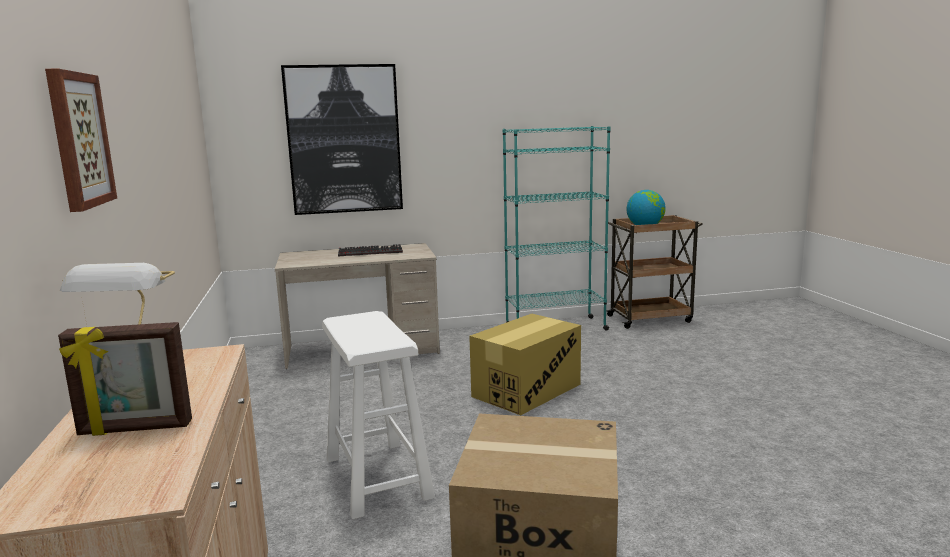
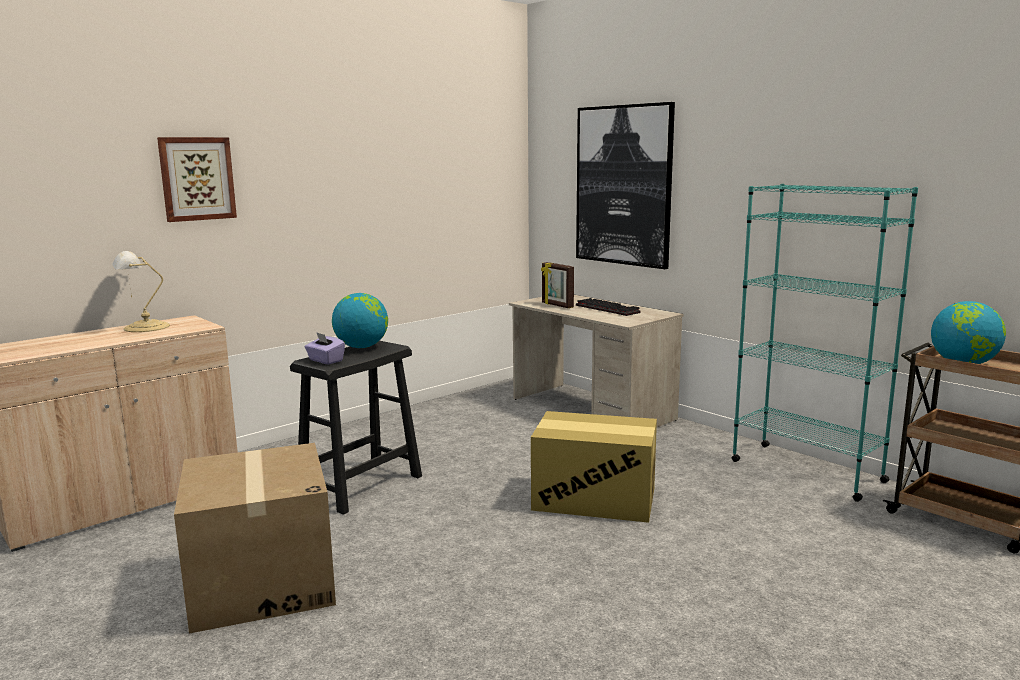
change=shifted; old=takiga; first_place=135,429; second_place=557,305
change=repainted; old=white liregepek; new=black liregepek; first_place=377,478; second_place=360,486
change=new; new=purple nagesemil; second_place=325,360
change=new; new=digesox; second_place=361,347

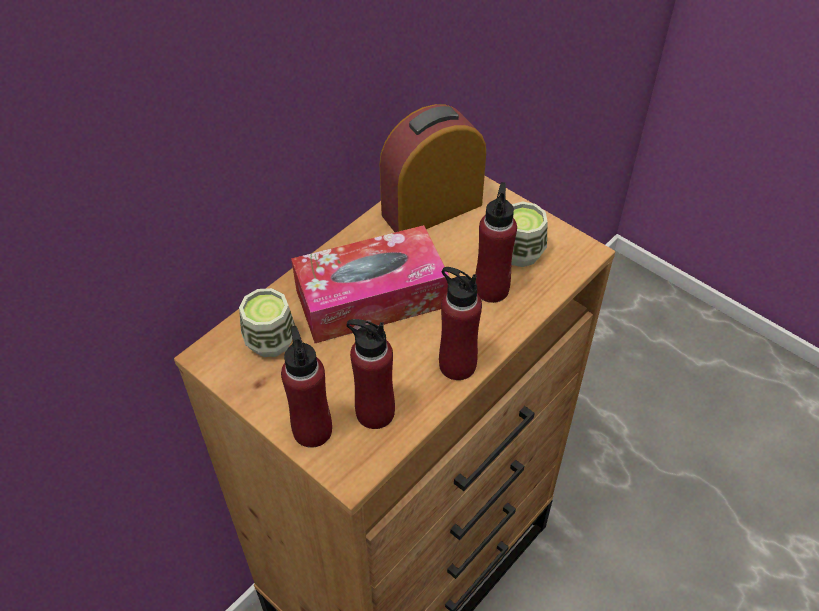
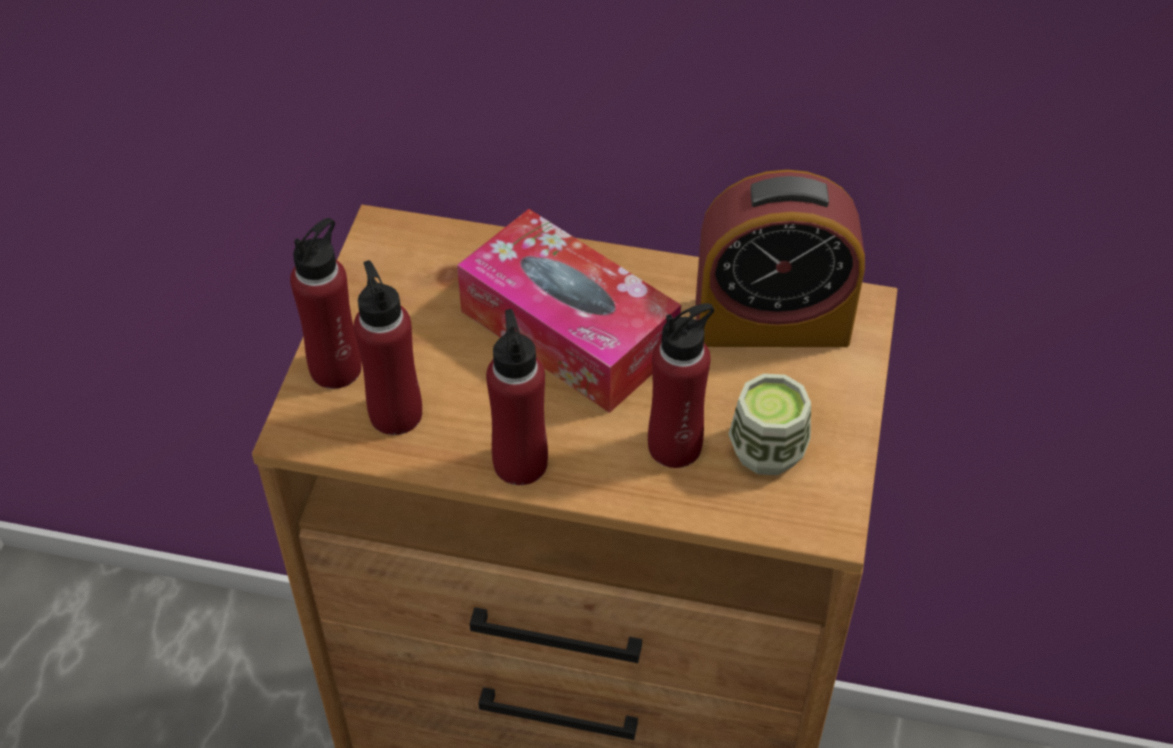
change=gone; old=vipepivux; first_place=270,341
change=rotated; old=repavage; first_place=432,209; second_place=771,322; degrees=150

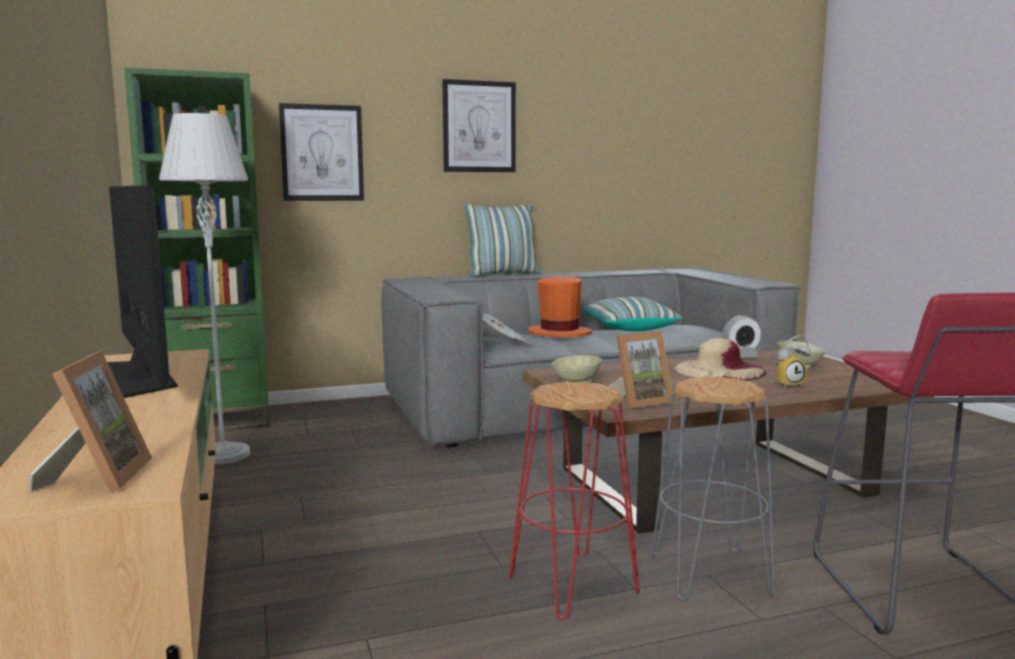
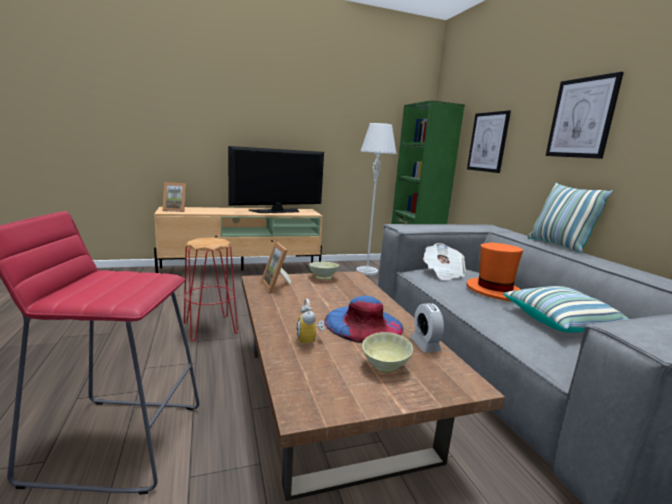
change=gone; old=grey liregepek; first_place=709,574
change=repainted; old=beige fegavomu; new=blue fegavomu; first_place=719,370; second_place=363,324

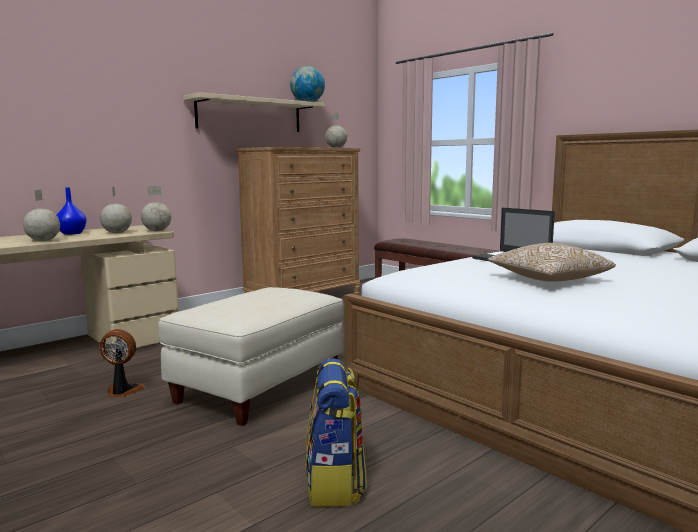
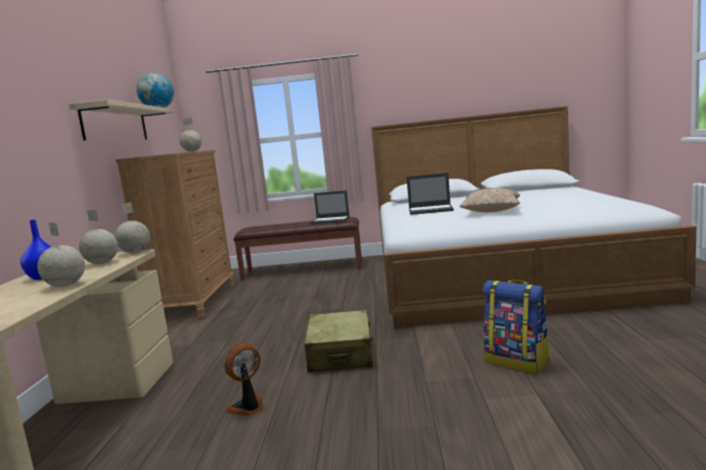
change=swapped; old=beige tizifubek; new=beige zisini; first_place=258,387; second_place=341,354
change=new; new=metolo; second_place=330,220

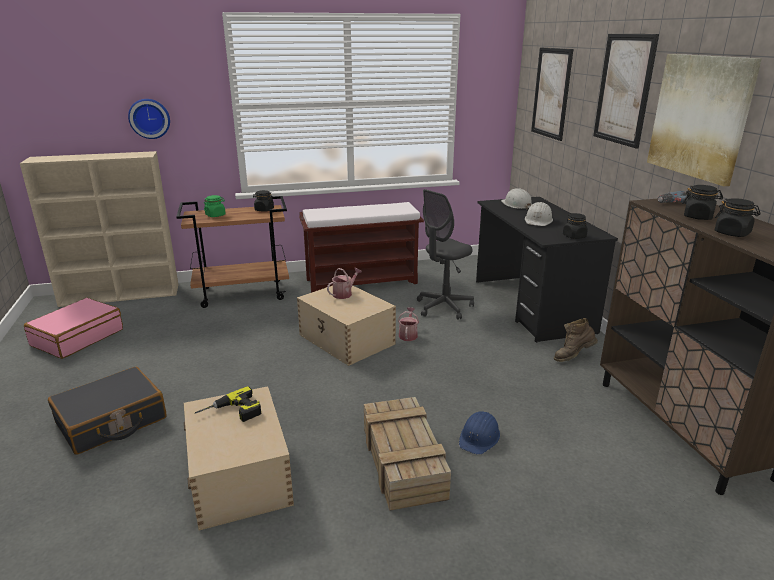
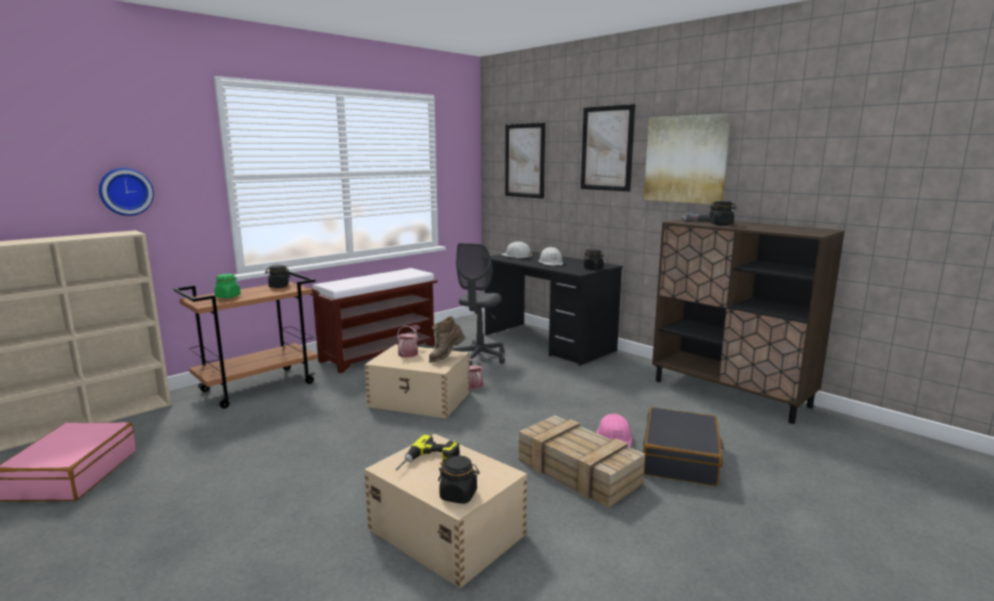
change=shifted; old=black zisini; first_place=111,421; second_place=680,459
change=repainted; old=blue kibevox; new=pink kibevox; first_place=479,437; second_place=614,437
change=shifted; old=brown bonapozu; first_place=573,357; second_place=446,357
change=shifted; old=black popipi; first_place=732,233; second_place=458,495

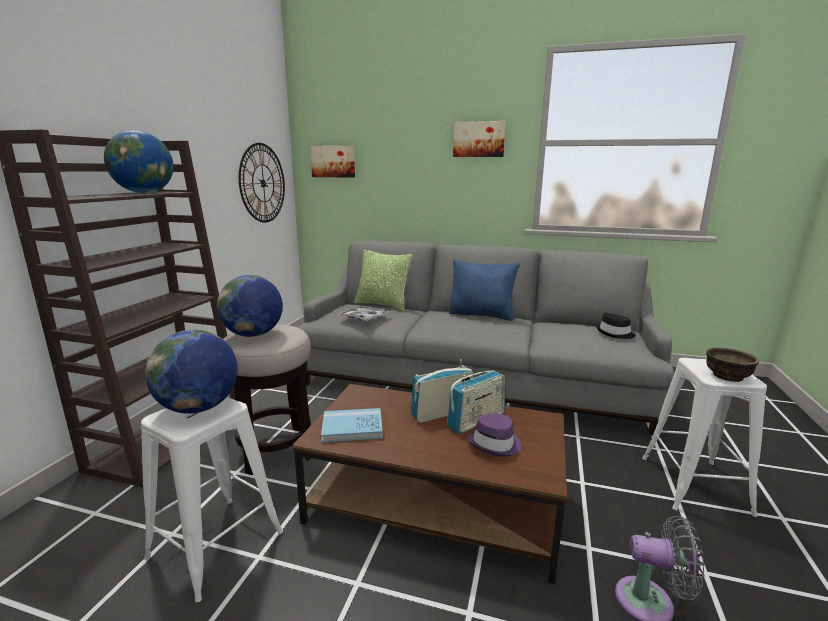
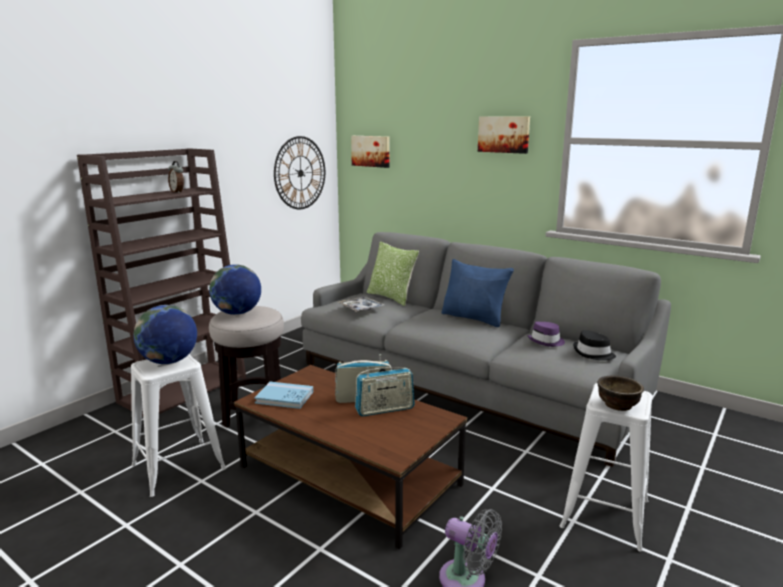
change=swapped; old=digesox; new=repavage; first_place=145,193; second_place=178,192
change=shifted; old=purple fegavomu; first_place=495,444; second_place=546,341

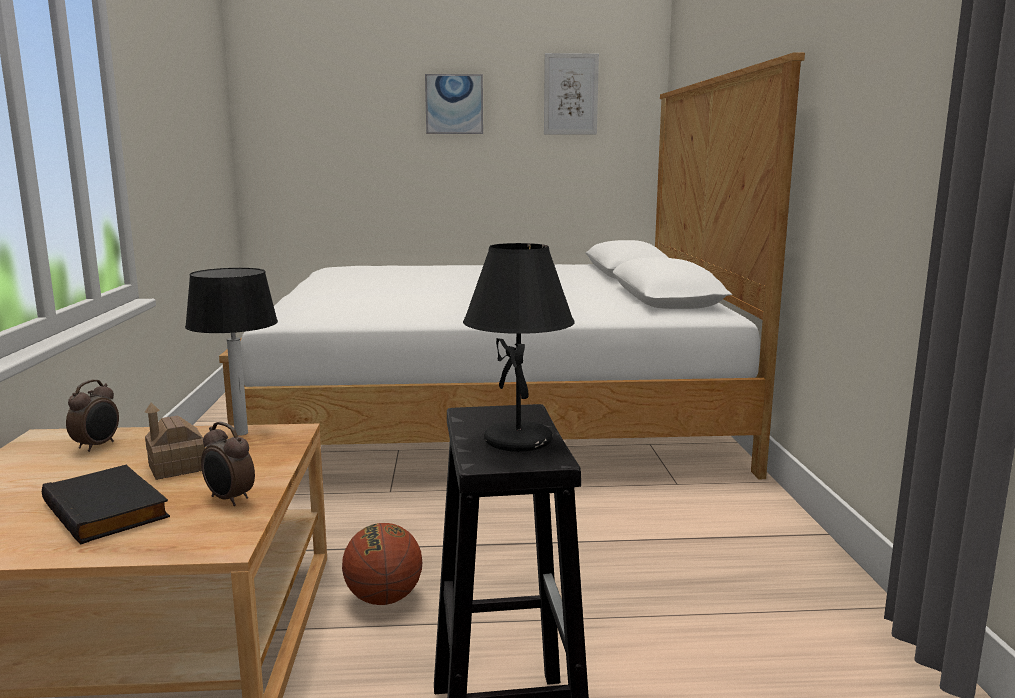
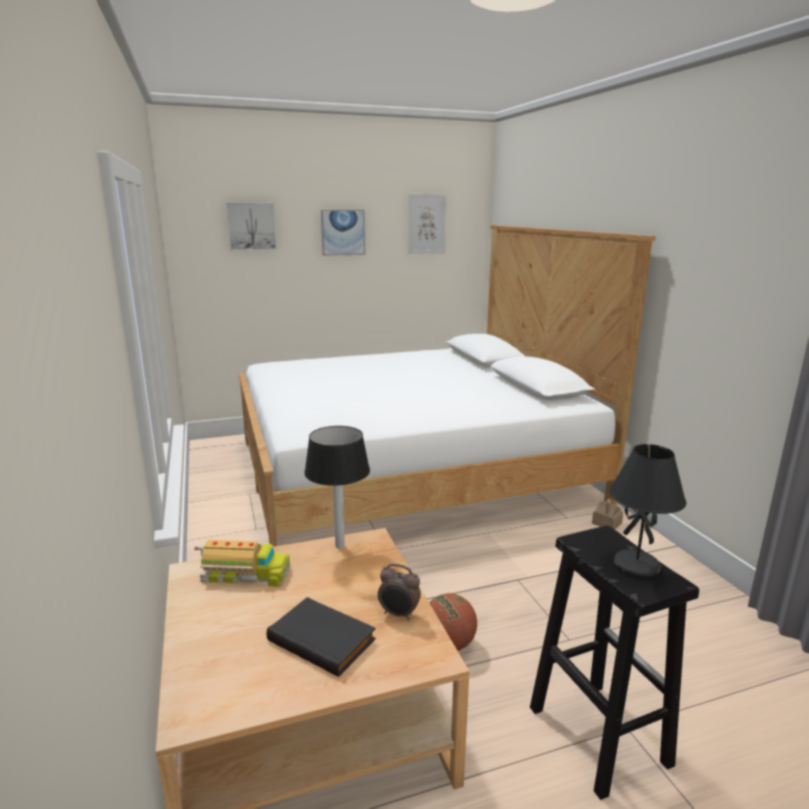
change=swapped; old=repavage; new=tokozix; first_place=97,446; second_place=245,575
change=shifted; old=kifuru; first_place=177,467; second_place=606,523
change=new; new=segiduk; second_place=251,226

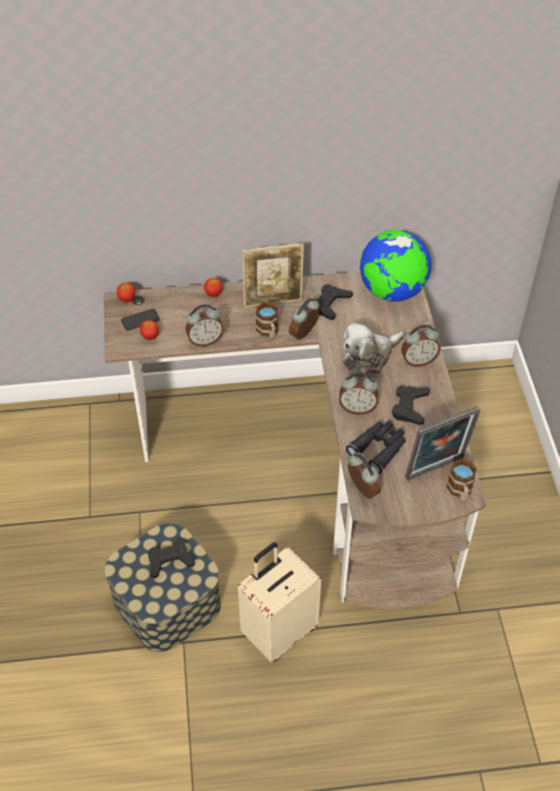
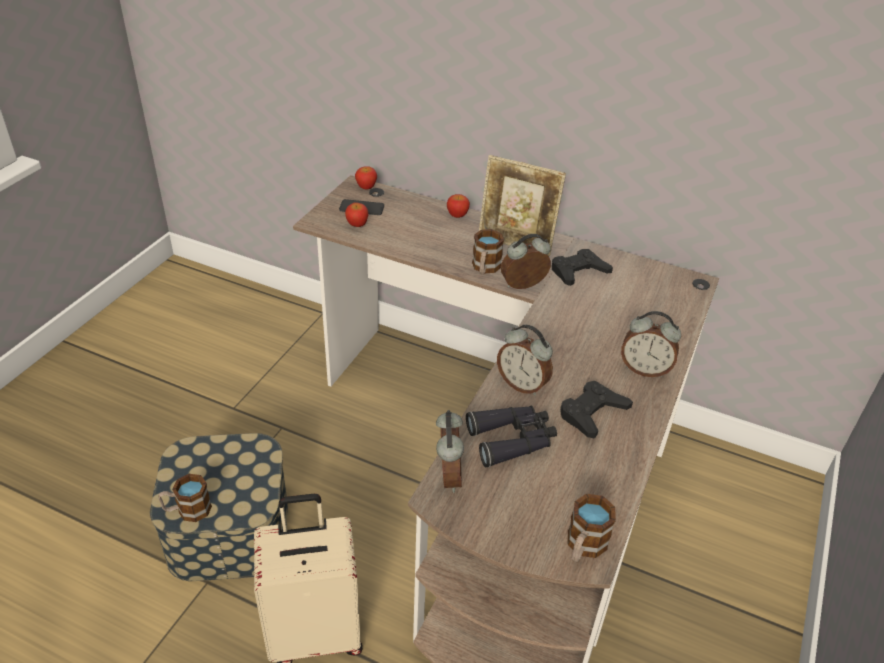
change=gone; old=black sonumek; first_place=169,561
change=gone; old=repavage; first_place=205,341
change=gone; old=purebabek; first_place=369,357
change=gone; old=digesox; first_place=392,291
change=gone; old=takiga; first_place=436,470
change=new; new=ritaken; second_place=187,510

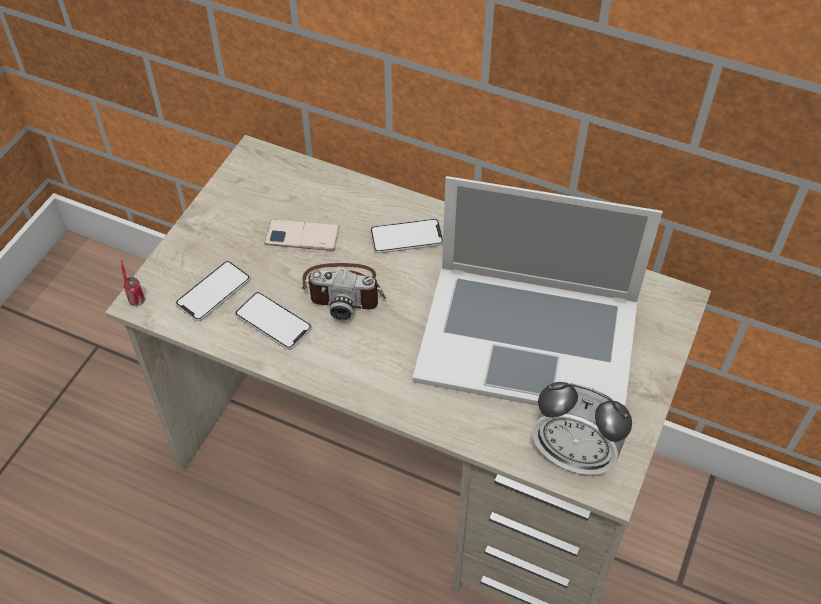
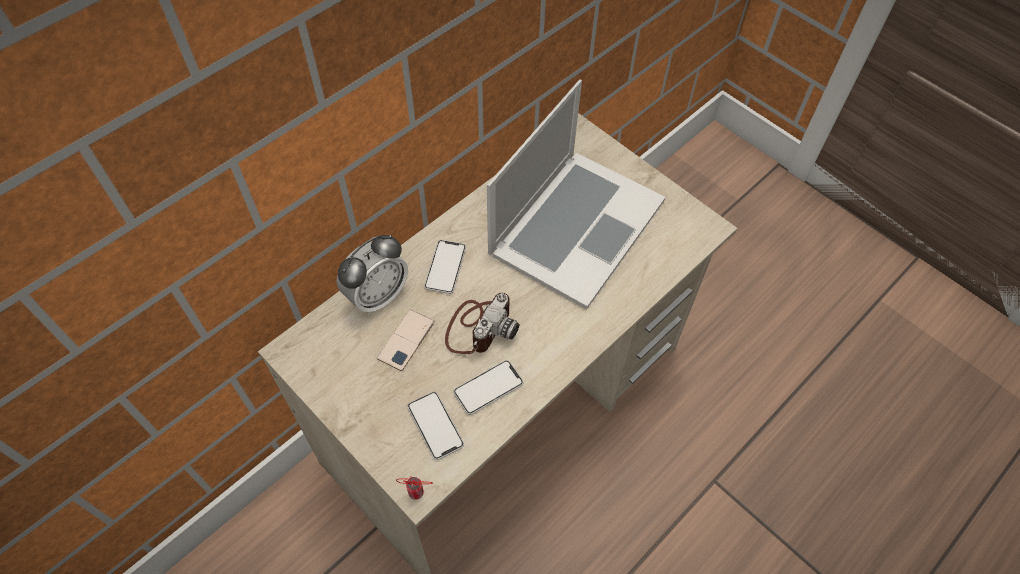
change=shifted; old=repavage; first_place=574,454; second_place=377,296

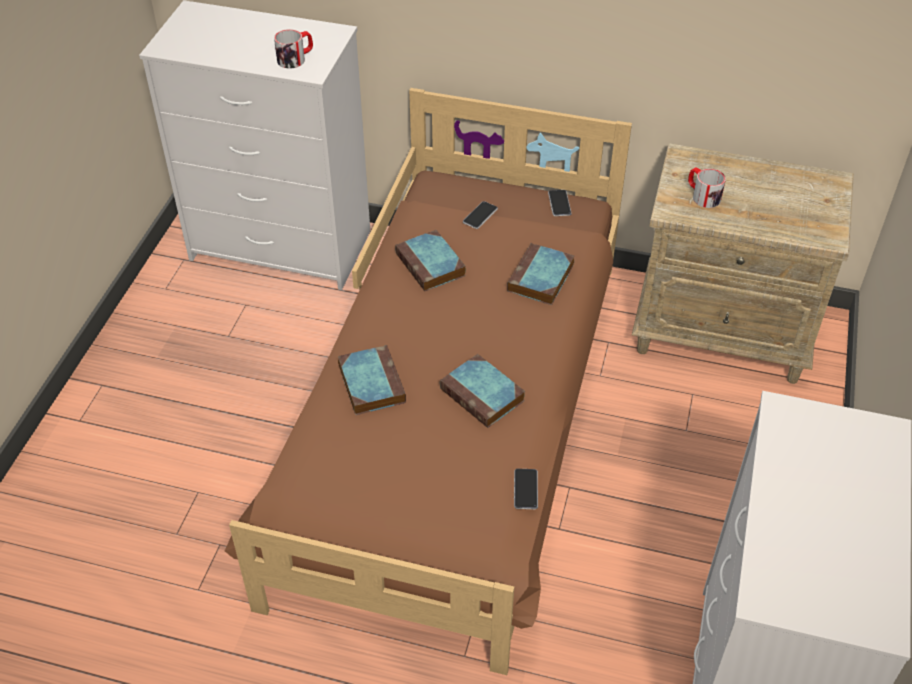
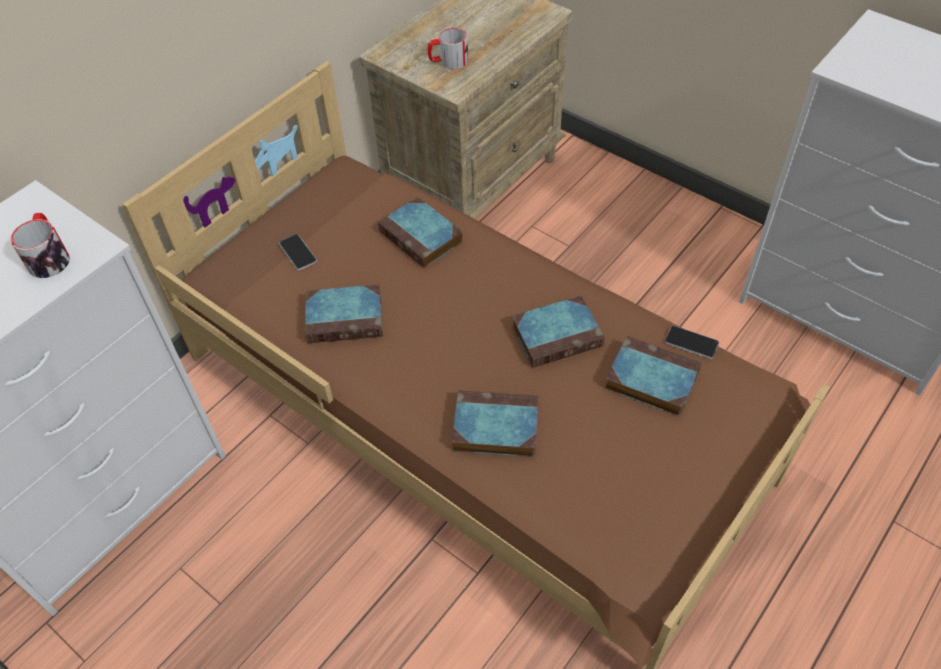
change=gone; old=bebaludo; first_place=559,203
change=new; new=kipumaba; second_place=649,380

